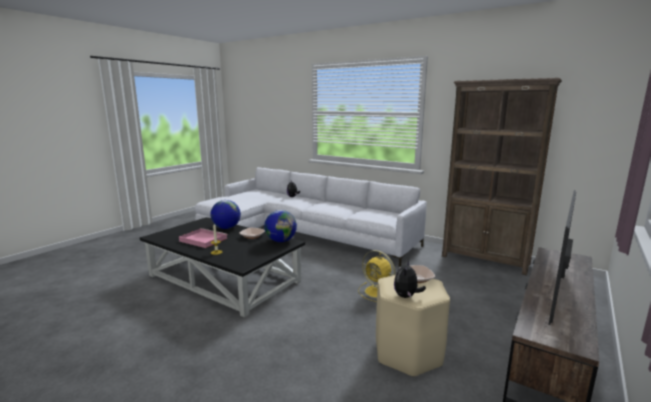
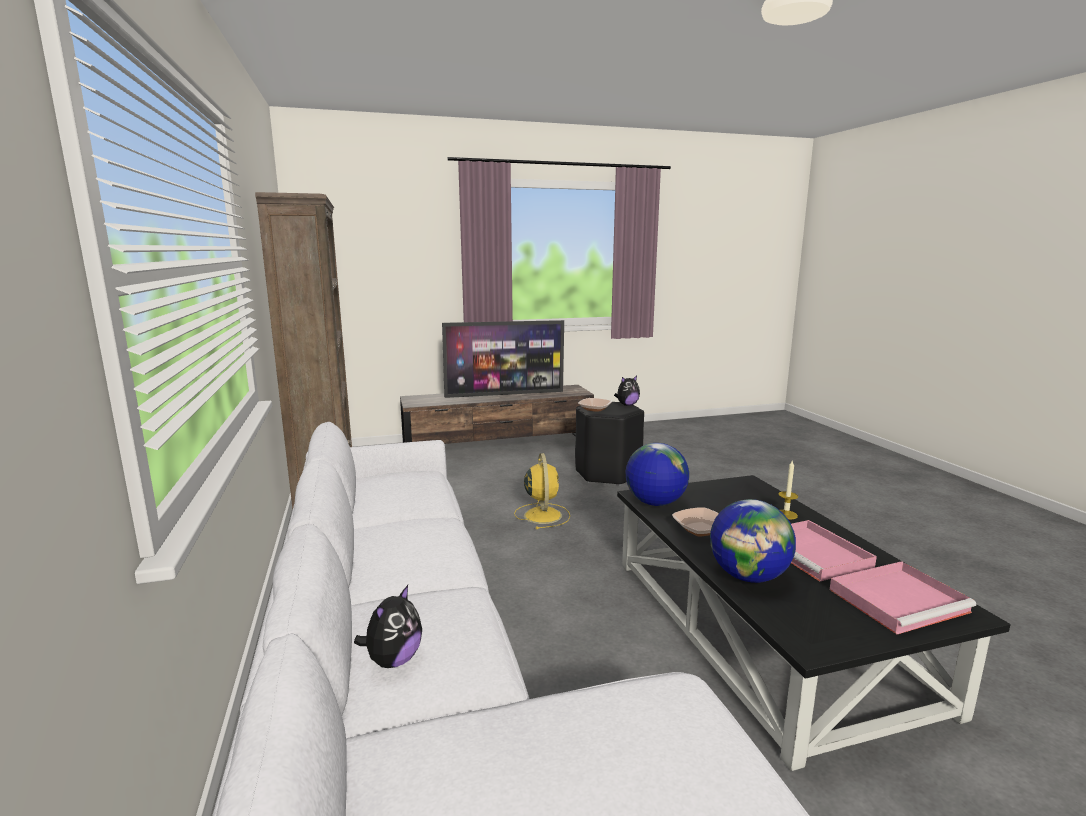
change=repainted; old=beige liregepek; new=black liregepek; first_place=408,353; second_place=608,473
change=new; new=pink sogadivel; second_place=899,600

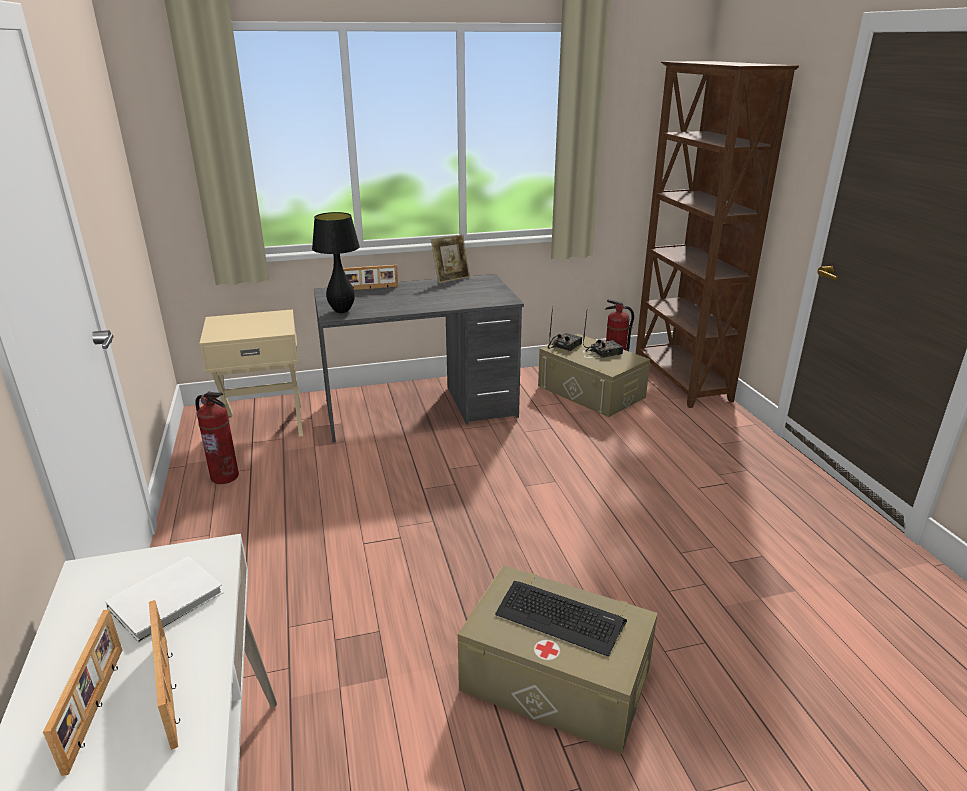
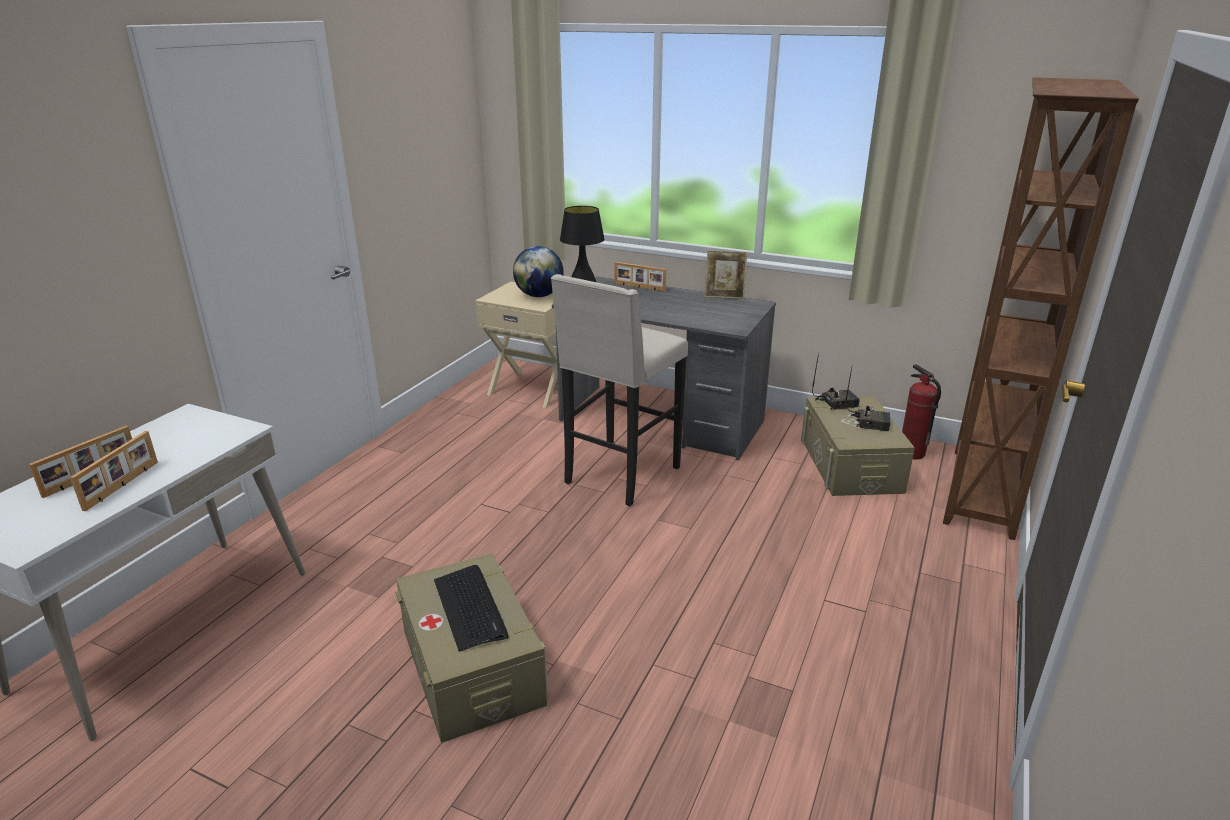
change=gone; old=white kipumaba; first_place=169,600
change=gone; old=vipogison; first_place=225,476
change=new; new=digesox; second_place=539,295
change=new; new=beige liregepek; second_place=619,476

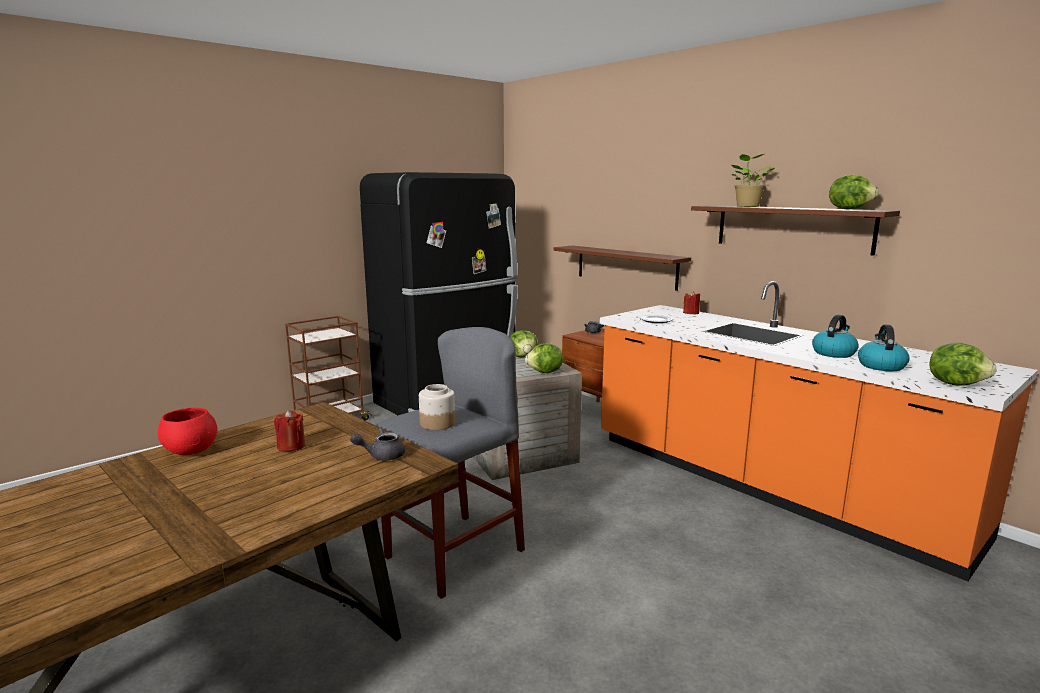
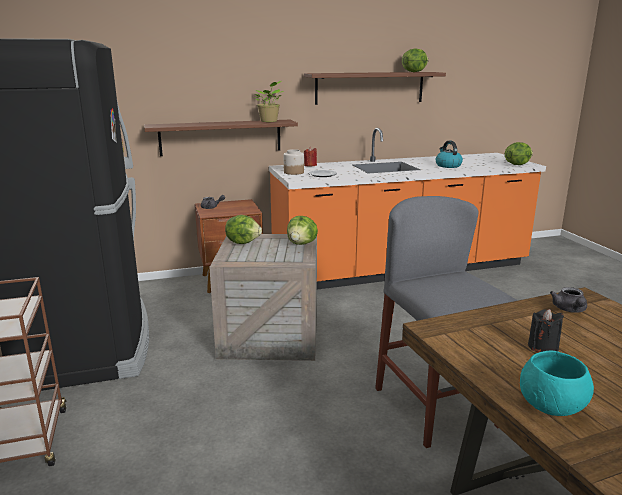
change=repainted; old=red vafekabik; new=turquoise vafekabik; first_place=191,451; second_place=550,407
change=repainted; old=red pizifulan; new=black pizifulan; first_place=291,446; second_place=543,347
change=shifted; old=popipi; first_place=437,423; second_place=293,172
change=shifted; old=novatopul; first_place=747,206; second_place=269,121
change=gone; old=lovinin; first_place=881,366

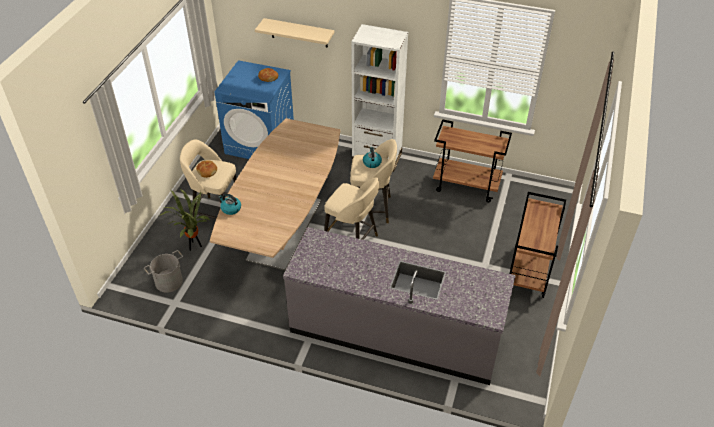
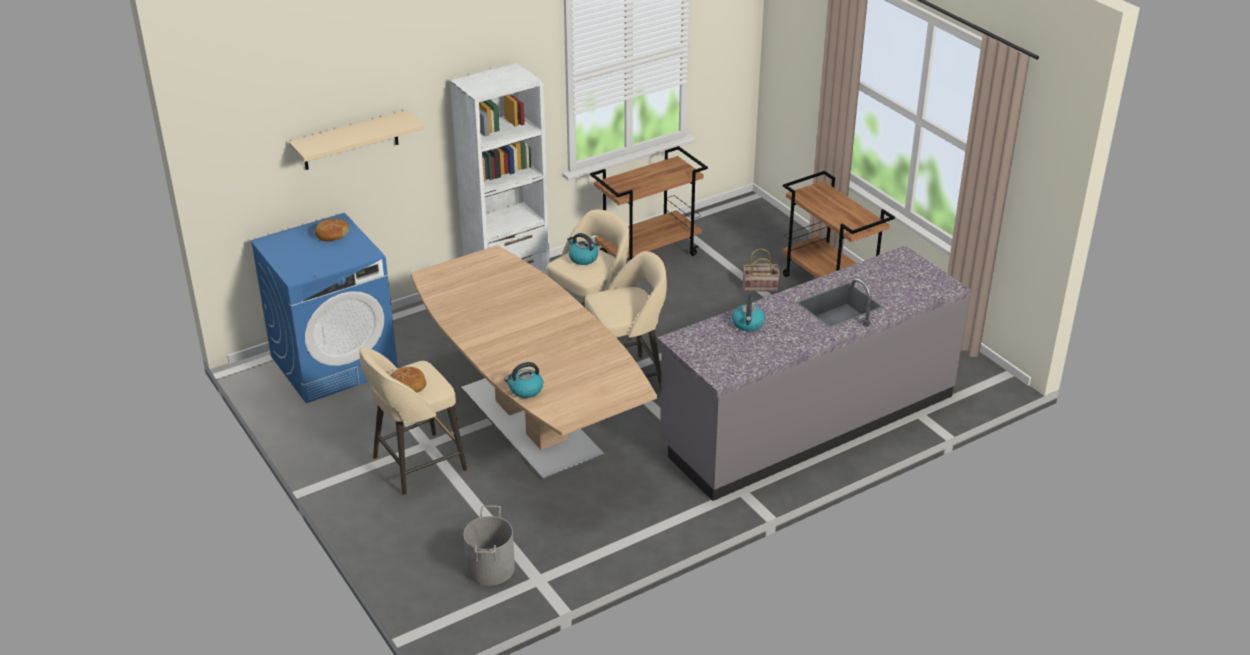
change=gone; old=novatopul; first_place=193,246
change=new; new=lovinin; second_place=748,324
change=new; new=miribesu; second_place=761,286

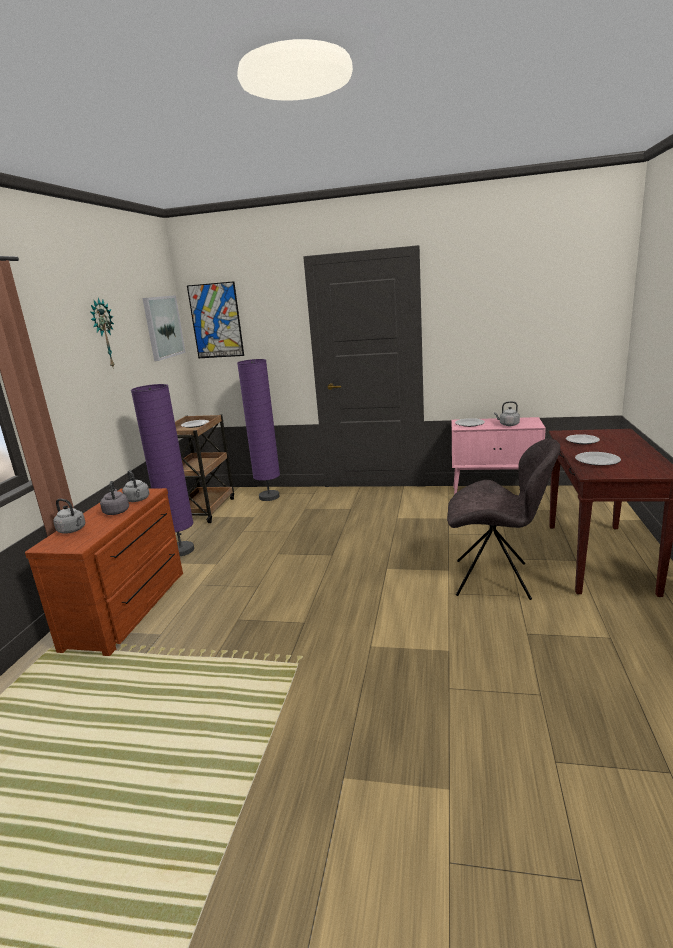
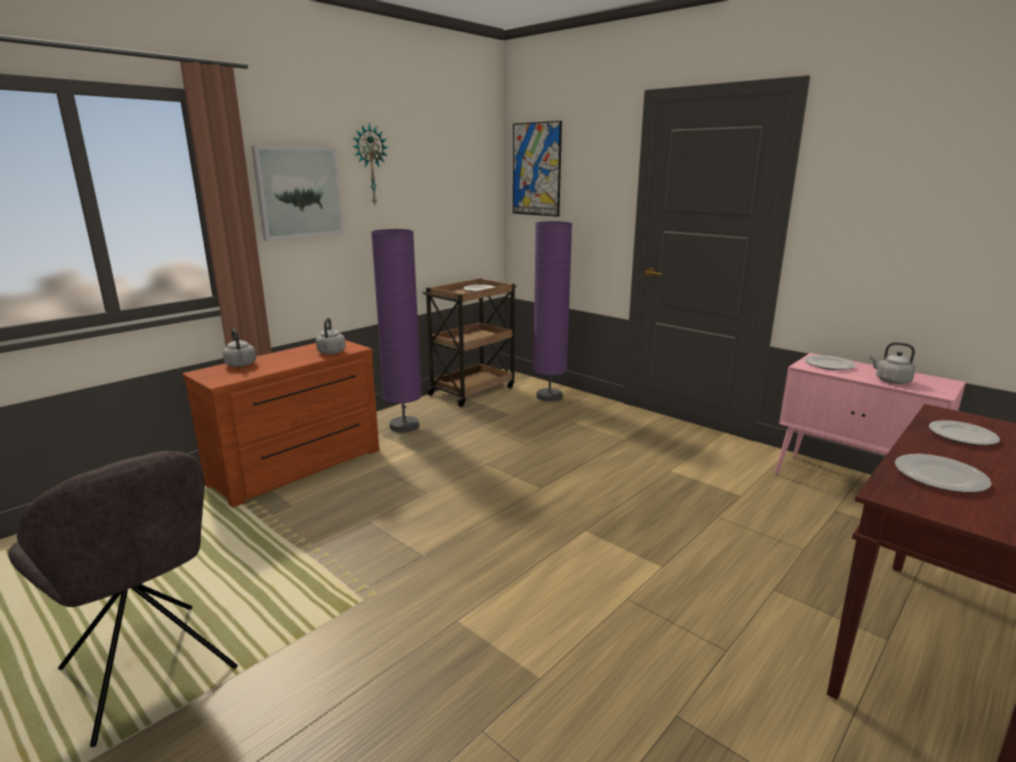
change=gone; old=grey lovinin; first_place=116,511
change=shifted; old=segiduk; first_place=163,327; second_place=298,192
change=shifted; old=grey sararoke; first_place=496,579; second_place=150,673

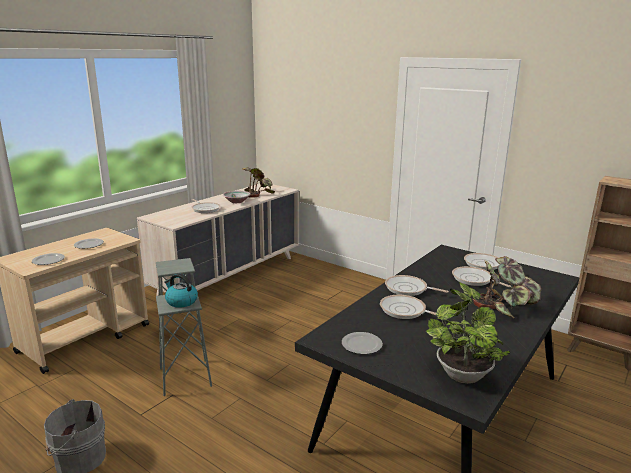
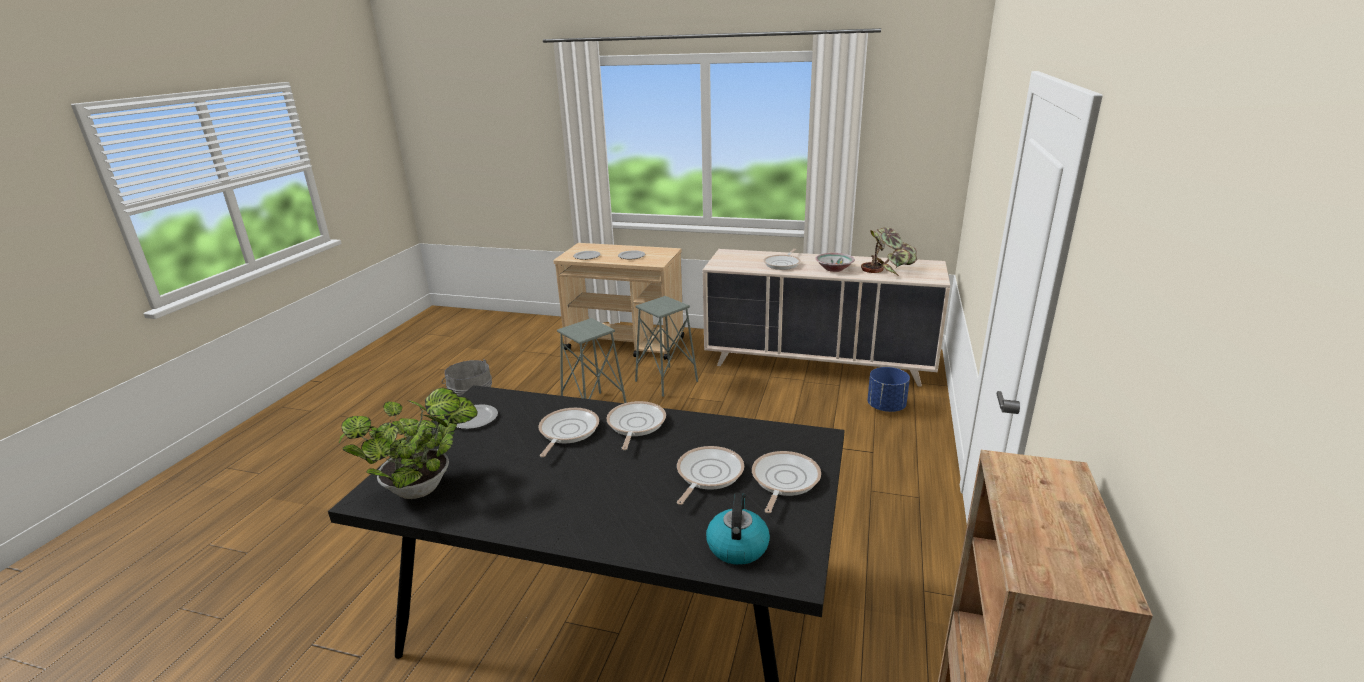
change=shifted; old=lovinin; first_place=181,301; second_place=737,546
change=gone; old=novatopul; first_place=504,306
change=new; new=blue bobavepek; second_place=886,407

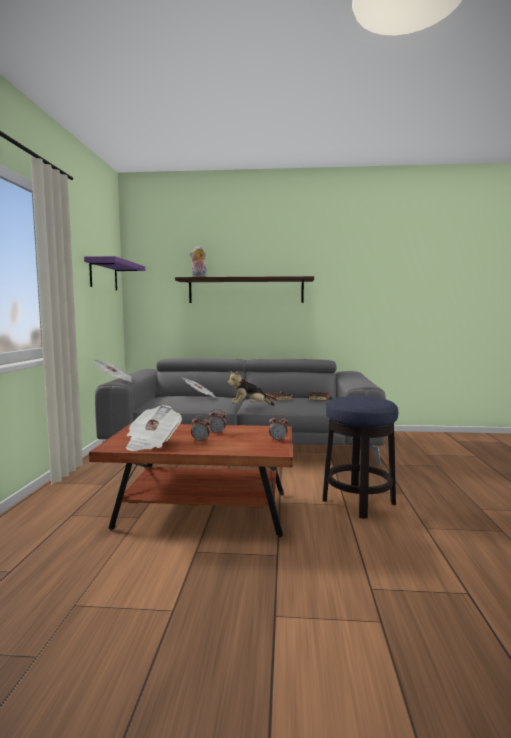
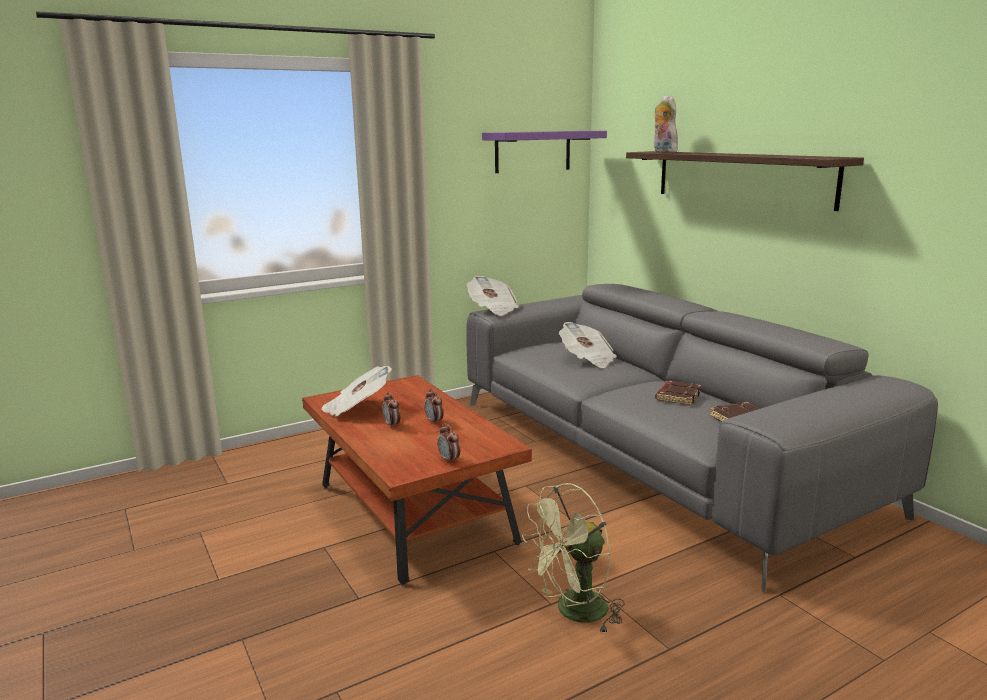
change=gone; old=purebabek; first_place=249,406
change=swapped; old=liregepek; new=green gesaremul; first_place=358,502; second_place=573,613

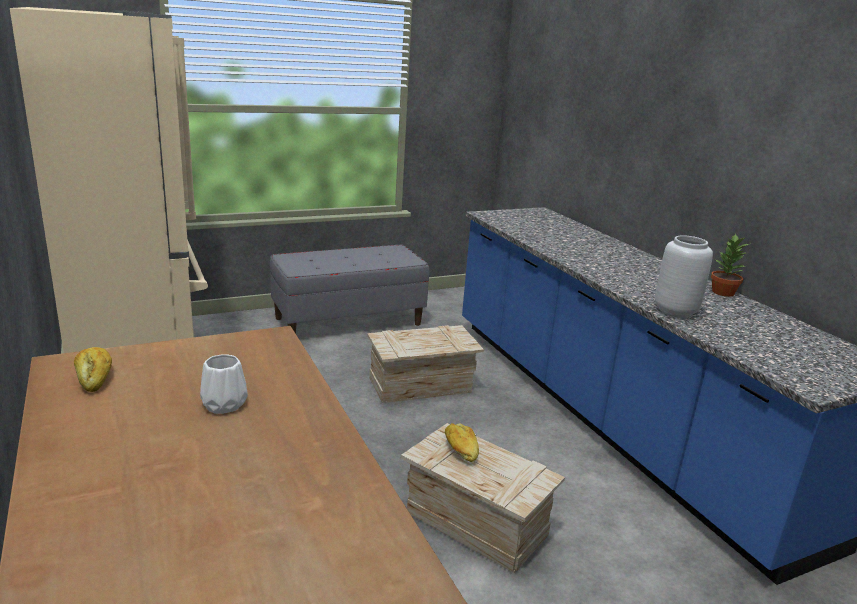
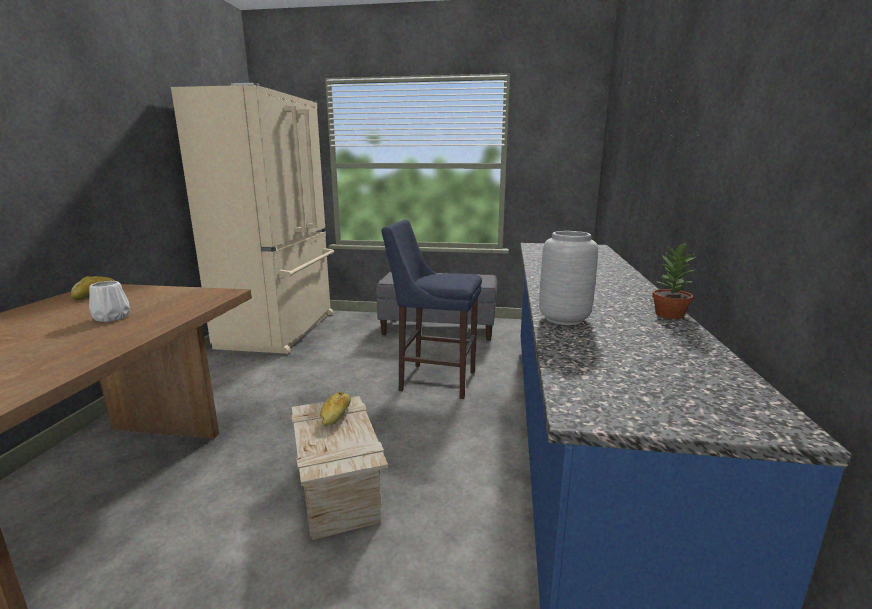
change=swapped; old=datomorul; new=blue liregepek; first_place=421,385; second_place=434,380

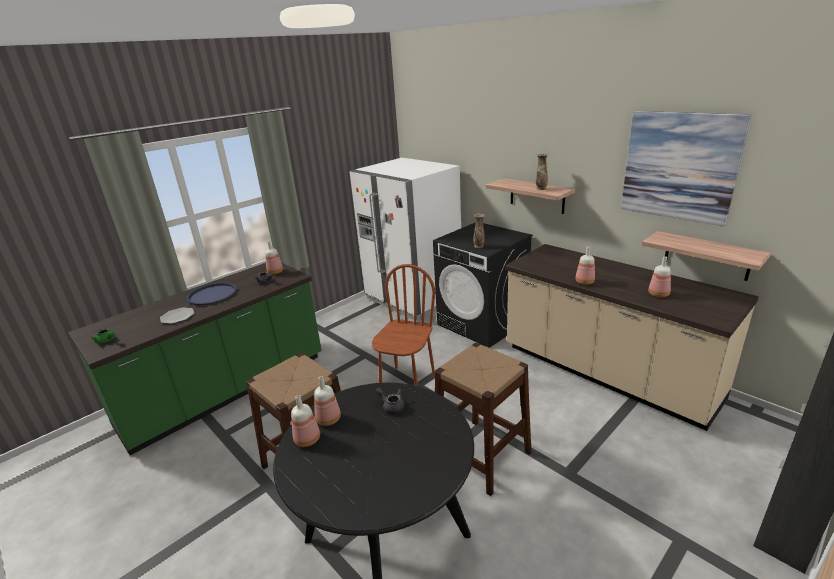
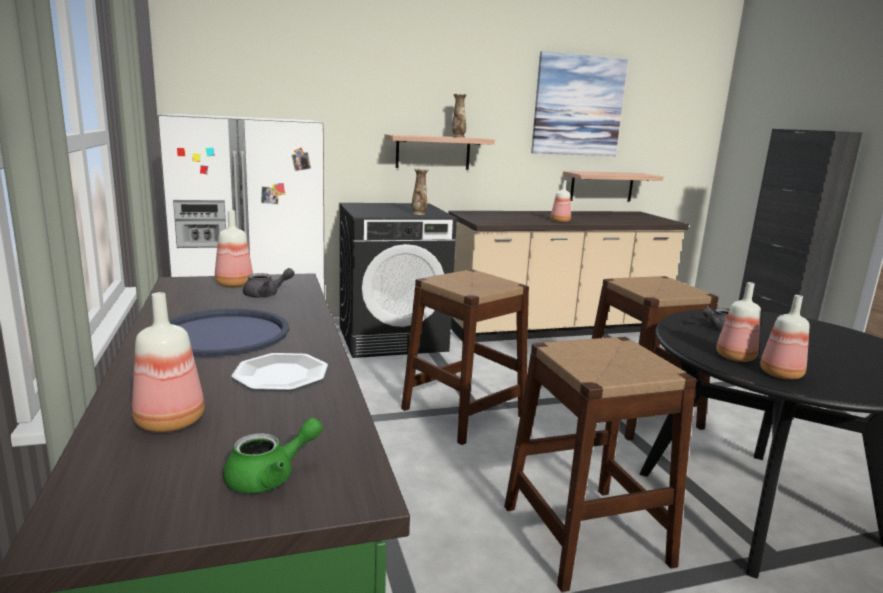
change=swapped; old=brown sararoke; new=brown liregepek; first_place=407,383; second_place=463,412
change=shifted; old=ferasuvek; first_place=658,294; second_place=170,421

